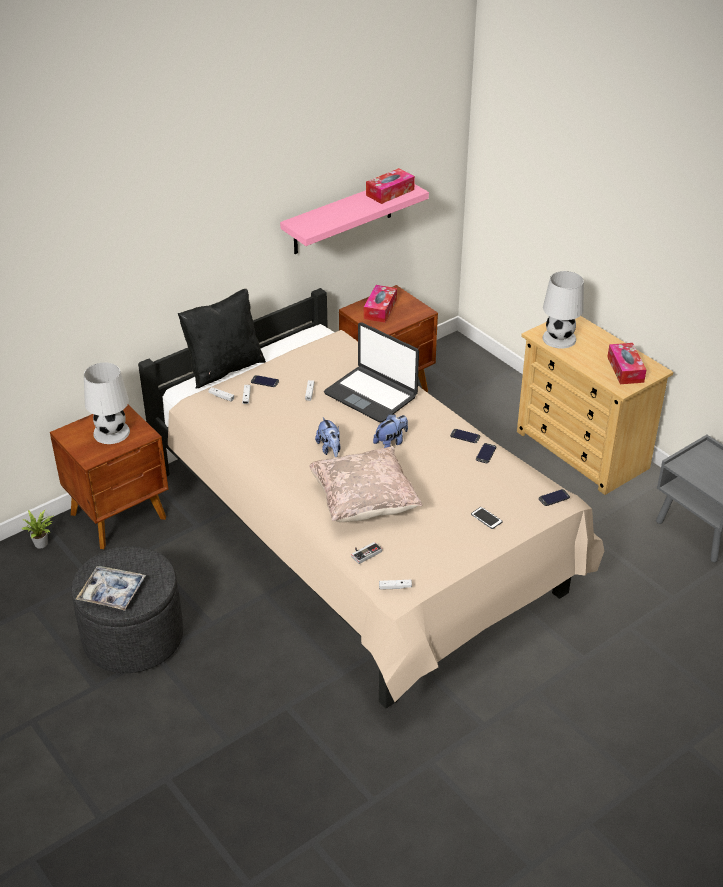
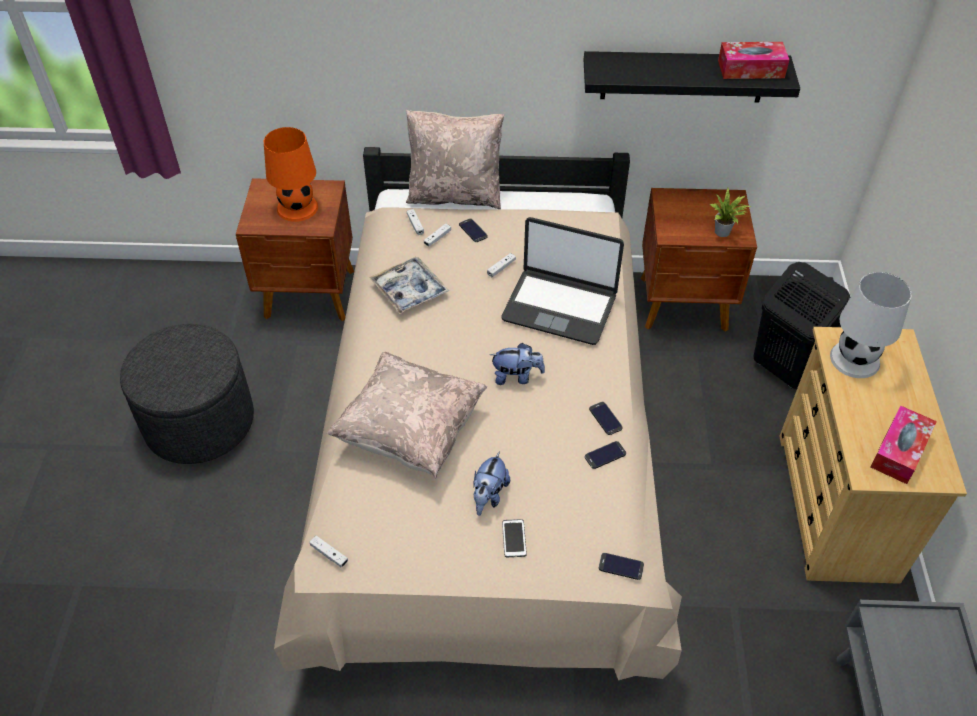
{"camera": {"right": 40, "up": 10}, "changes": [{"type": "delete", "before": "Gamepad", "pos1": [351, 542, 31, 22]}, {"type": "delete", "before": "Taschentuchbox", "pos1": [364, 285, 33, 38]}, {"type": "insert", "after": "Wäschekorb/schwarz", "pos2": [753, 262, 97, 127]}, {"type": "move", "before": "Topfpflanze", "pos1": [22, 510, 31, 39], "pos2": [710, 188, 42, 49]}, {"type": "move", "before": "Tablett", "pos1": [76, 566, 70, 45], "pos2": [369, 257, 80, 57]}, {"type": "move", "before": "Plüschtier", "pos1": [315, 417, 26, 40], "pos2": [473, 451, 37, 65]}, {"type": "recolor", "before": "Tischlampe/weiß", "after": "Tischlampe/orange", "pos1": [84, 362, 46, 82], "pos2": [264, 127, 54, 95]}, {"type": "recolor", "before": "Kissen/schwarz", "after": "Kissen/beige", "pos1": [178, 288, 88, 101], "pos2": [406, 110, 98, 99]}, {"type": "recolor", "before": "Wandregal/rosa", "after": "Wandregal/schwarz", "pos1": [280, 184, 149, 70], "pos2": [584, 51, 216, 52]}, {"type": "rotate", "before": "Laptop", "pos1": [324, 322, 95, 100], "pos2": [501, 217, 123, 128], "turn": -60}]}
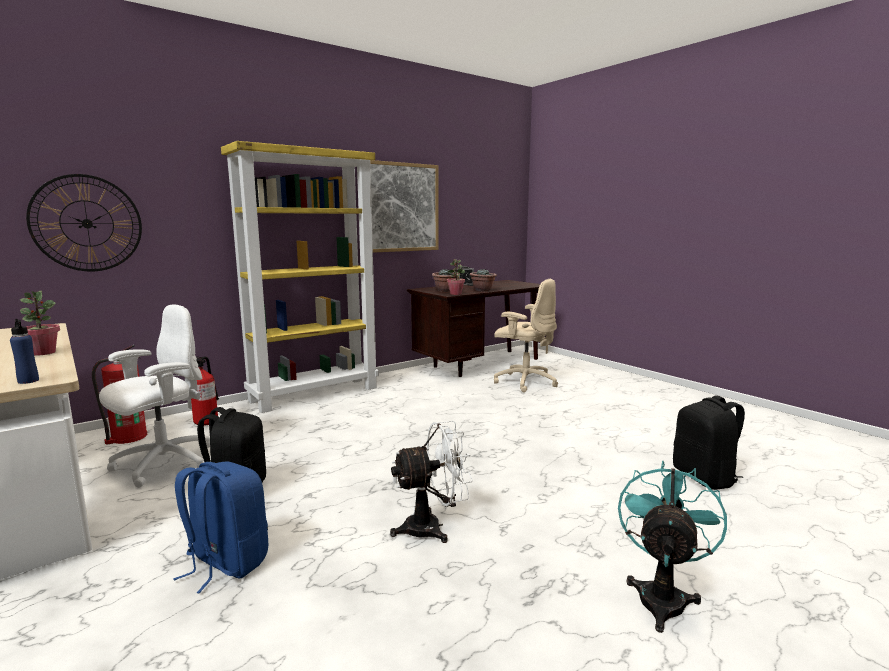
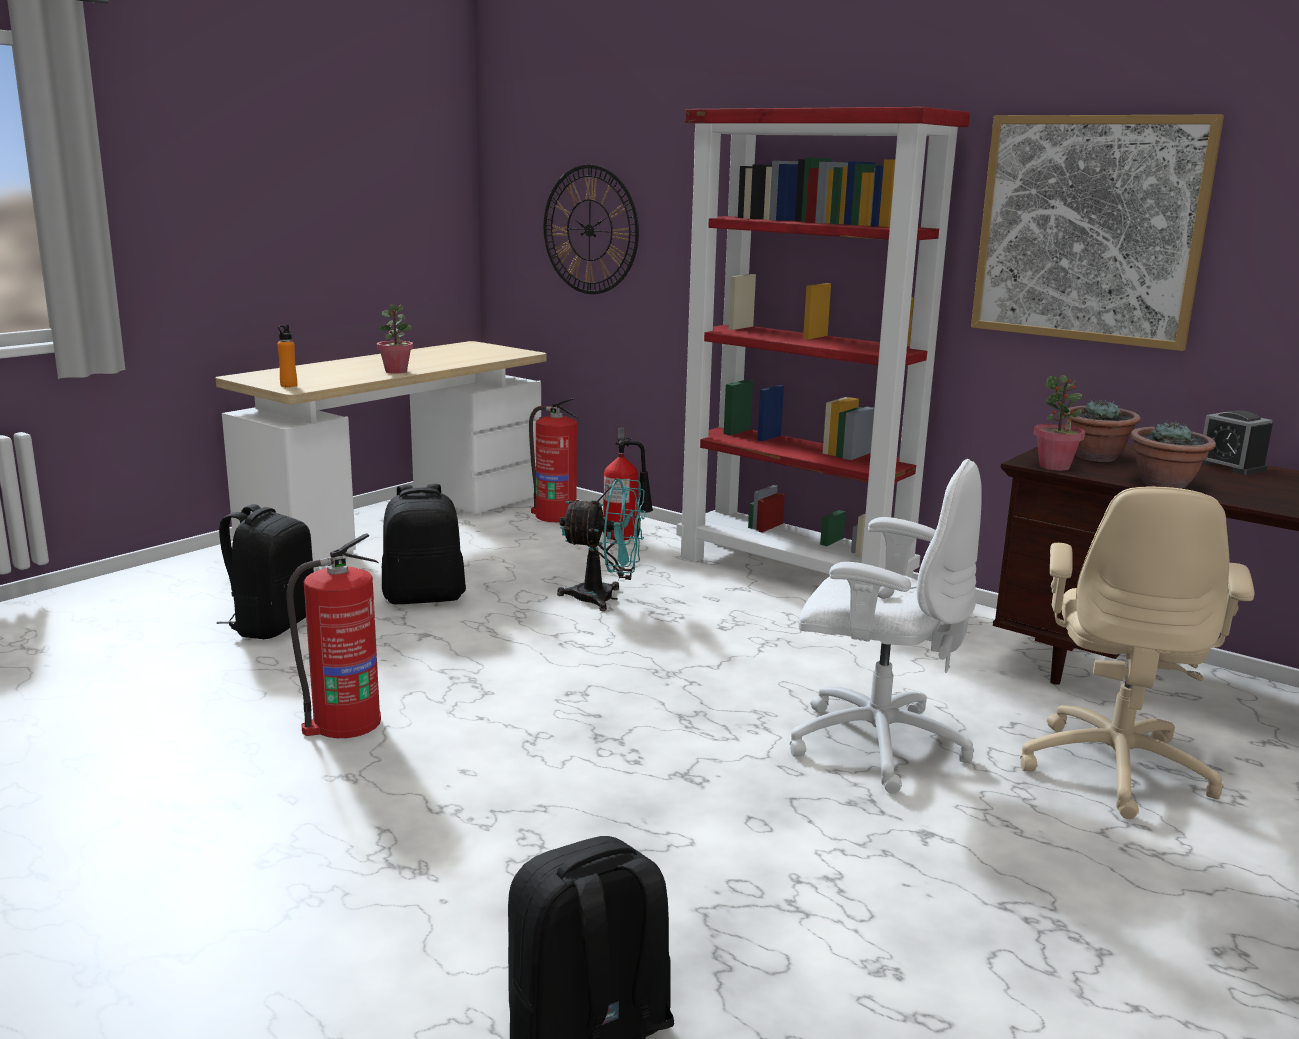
{"camera": {"right": 75, "up": 5}, "changes": [{"type": "move", "before": "Bürostuhl/weiß", "pos1": [99, 304, 111, 184], "pos2": [790, 459, 192, 335]}, {"type": "move", "before": "Ventilator/türkis", "pos1": [618, 461, 109, 172], "pos2": [557, 478, 89, 133]}, {"type": "replace", "before": "Ventilator/weiß", "after": "Feuerlöscher", "pos1": [390, 421, 83, 122], "pos2": [287, 533, 94, 205]}, {"type": "recolor", "before": "Flasche/blau", "after": "Flasche/orange", "pos1": [10, 319, 29, 65], "pos2": [277, 325, 20, 62]}, {"type": "recolor", "before": "Rucksack/blau", "after": "Rucksack/schwarz", "pos1": [173, 461, 95, 133], "pos2": [216, 504, 98, 135]}, {"type": "recolor", "before": "Bücherregal/gelb", "after": "Bücherregal/rot", "pos1": [221, 141, 158, 272], "pos2": [676, 107, 294, 471]}]}
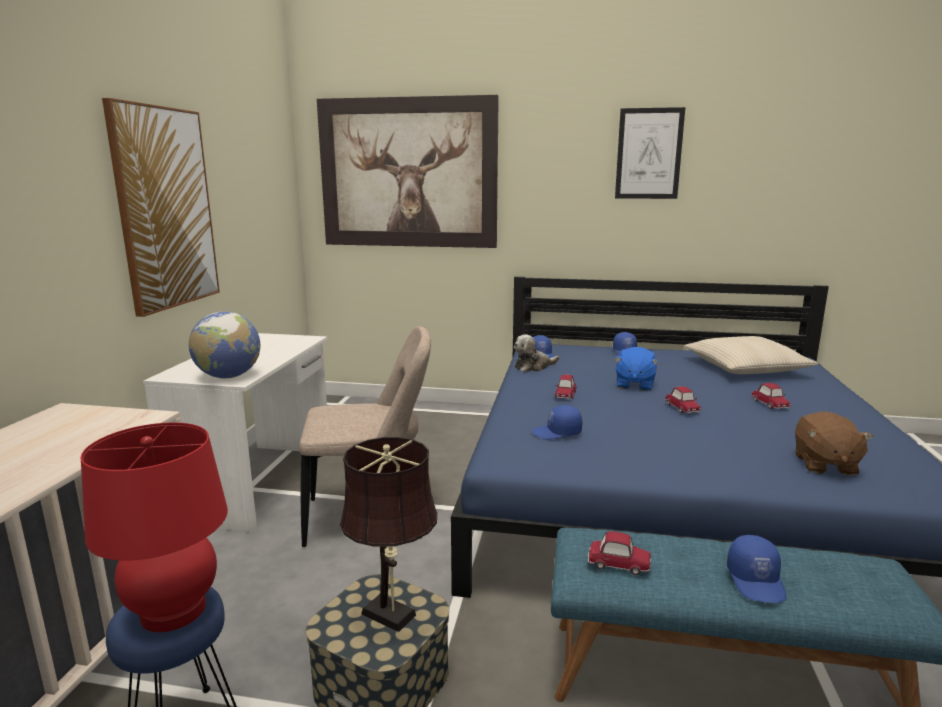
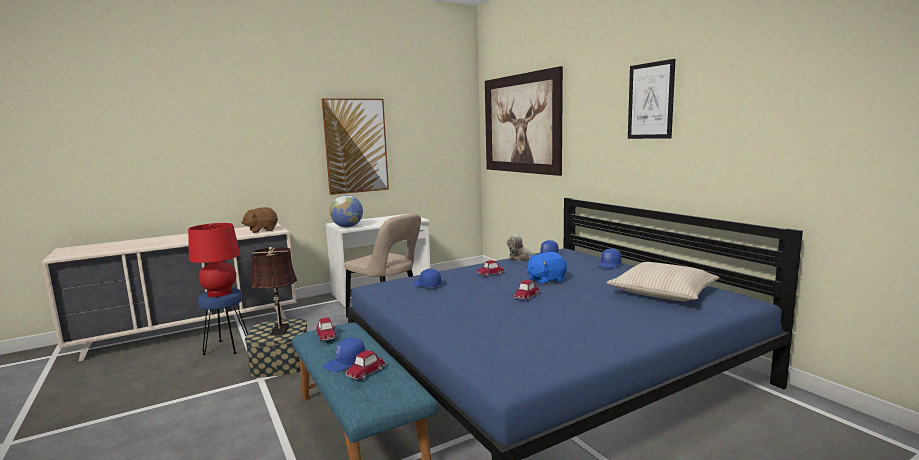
{"camera": {"right": 50, "up": -5}, "changes": [{"type": "move", "before": "Spielzeugauto", "pos1": [751, 383, 40, 26], "pos2": [346, 350, 39, 30]}, {"type": "move", "before": "Plüschtier/braun", "pos1": [795, 411, 78, 65], "pos2": [241, 207, 37, 26]}]}
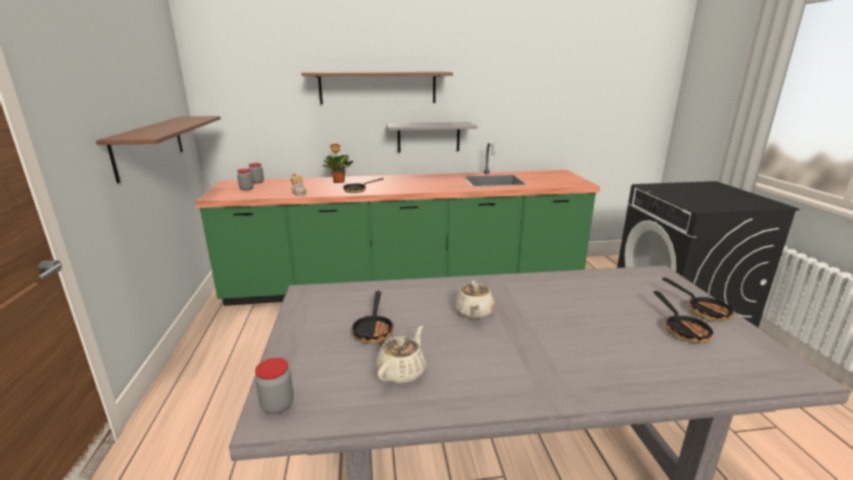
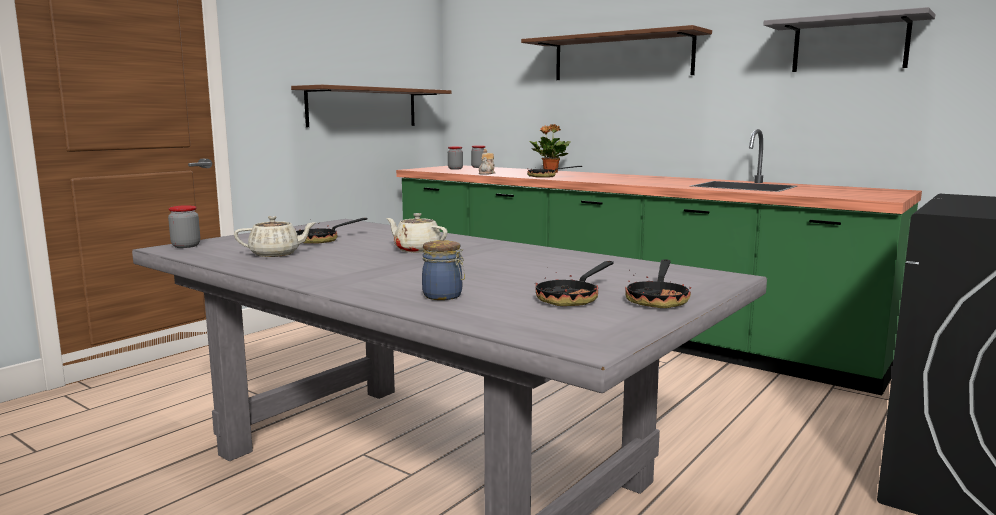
{"camera": {"right": 45, "up": -10}, "changes": [{"type": "insert", "after": "Vorratsglas", "pos2": [422, 240, 43, 60]}, {"type": "move", "before": "Wandregal/grau", "pos1": [387, 122, 90, 30], "pos2": [763, 7, 172, 65]}, {"type": "rotate", "before": "Teekanne/beige", "pos1": [454, 281, 41, 38], "pos2": [386, 213, 62, 40], "turn": 75}]}
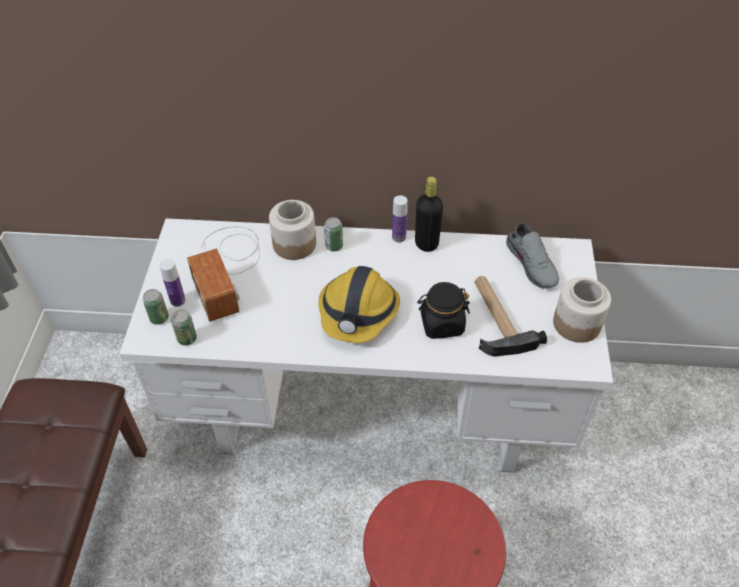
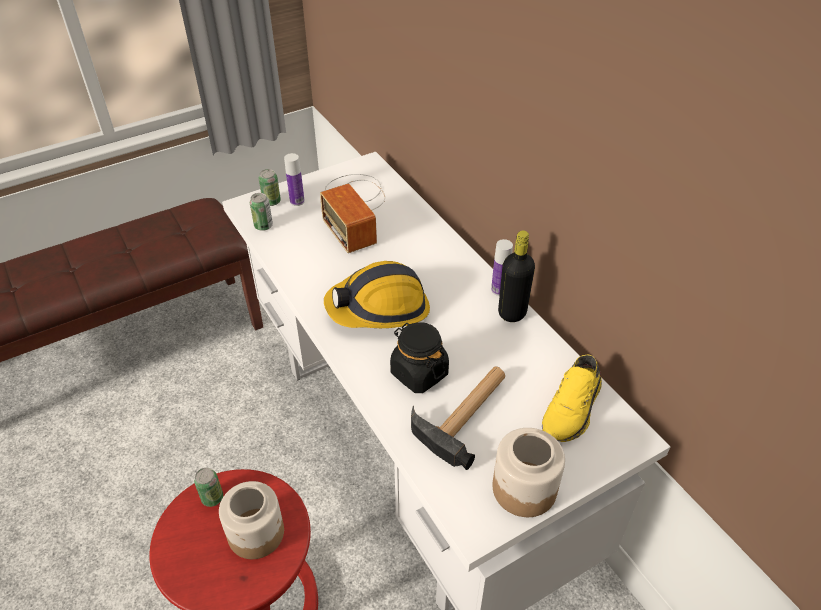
{"camera": {"right": 55, "up": -5}, "changes": [{"type": "move", "before": "Vorratsglas", "pos1": [269, 200, 47, 60], "pos2": [219, 481, 65, 78]}, {"type": "move", "before": "Dose", "pos1": [324, 217, 19, 34], "pos2": [194, 468, 29, 39]}, {"type": "recolor", "before": "Schuh/grau", "after": "Schuh/gelb", "pos1": [506, 223, 53, 66], "pos2": [542, 355, 60, 87]}, {"type": "rotate", "before": "Radio", "pos1": [187, 226, 73, 96], "pos2": [320, 174, 65, 79], "turn": -60}]}
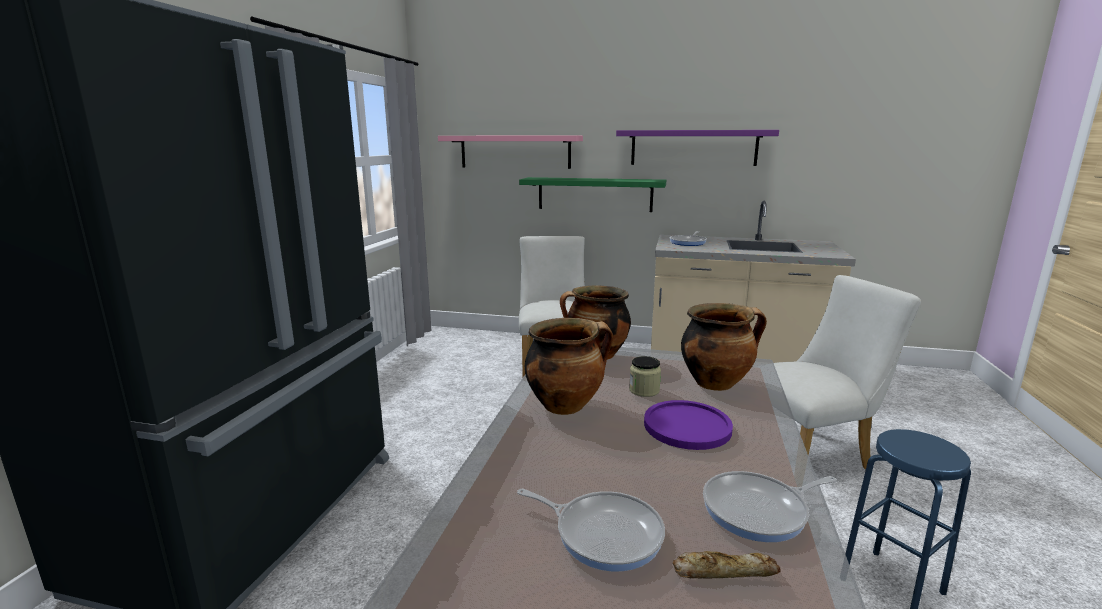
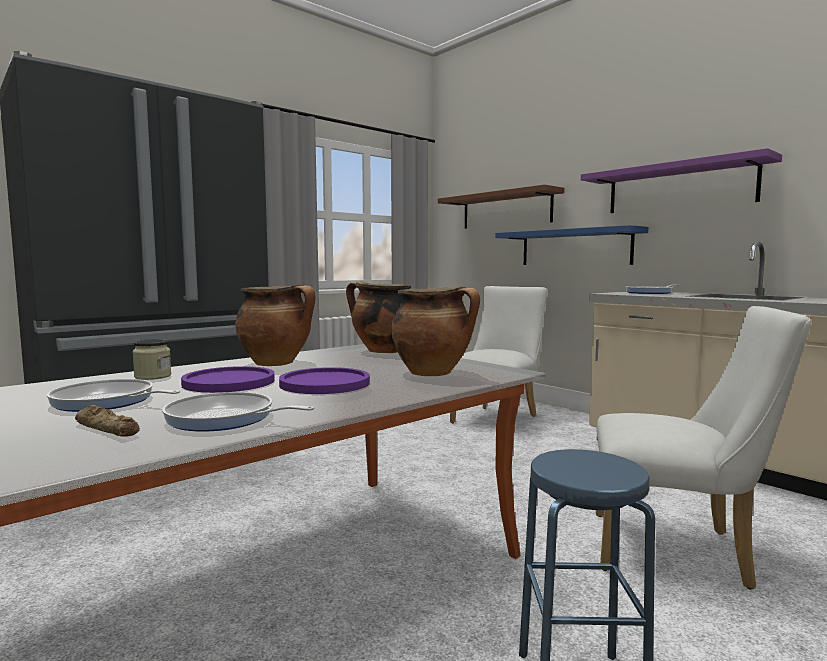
{"camera": {"right": 35, "up": -10}, "changes": [{"type": "insert", "after": "Teller/lila", "pos2": [181, 366, 94, 27]}, {"type": "move", "before": "Vorratsglas", "pos1": [629, 356, 32, 41], "pos2": [132, 339, 39, 41]}, {"type": "recolor", "before": "Wandregal/rosa", "after": "Wandregal/braun", "pos1": [438, 136, 145, 33], "pos2": [438, 184, 126, 44]}, {"type": "recolor", "before": "Wandregal/grün", "after": "Wandregal/blau", "pos1": [519, 177, 147, 35], "pos2": [495, 225, 153, 40]}, {"type": "rotate", "before": "Pfanne", "pos1": [517, 489, 148, 83], "pos2": [47, 379, 133, 33], "turn": 135}]}
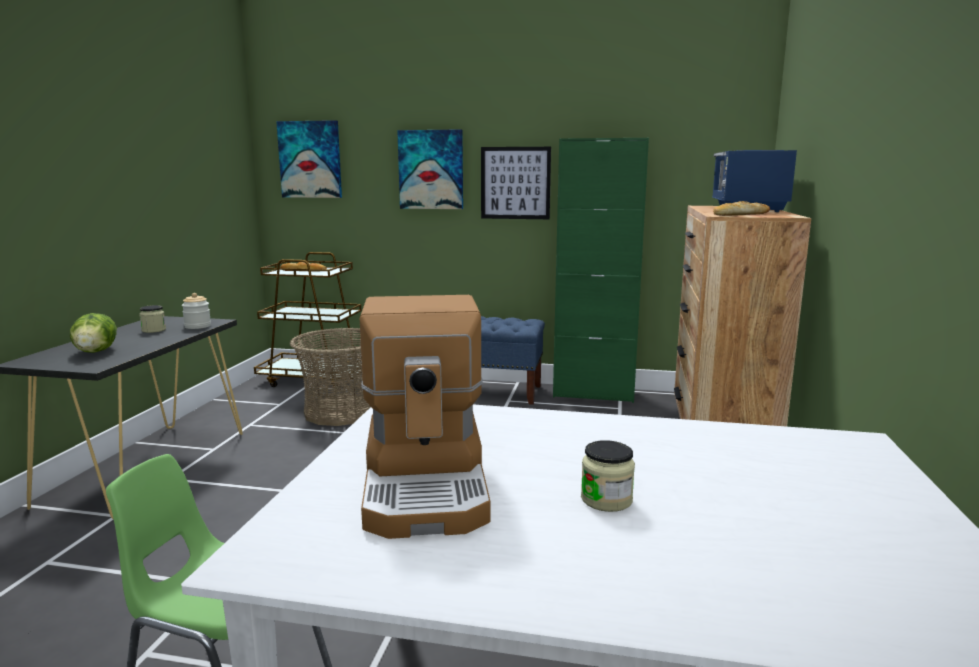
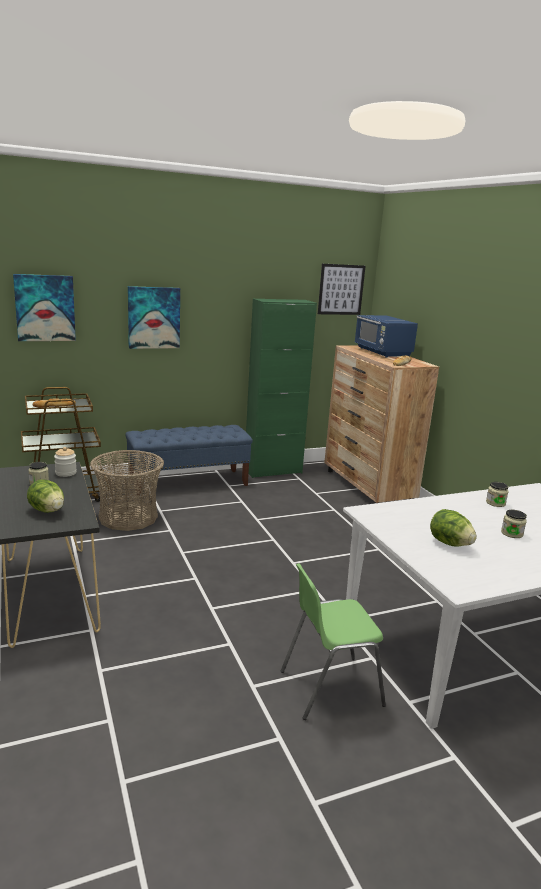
{"camera": {"right": -35, "up": 5}, "changes": [{"type": "insert", "after": "Vorratsglas", "pos2": [486, 482, 23, 25]}, {"type": "move", "before": "Bild", "pos1": [481, 147, 70, 72], "pos2": [318, 264, 47, 51]}, {"type": "replace", "before": "Kaffeemaschine", "after": "Salatkopf", "pos1": [360, 295, 130, 244], "pos2": [430, 509, 47, 37]}]}
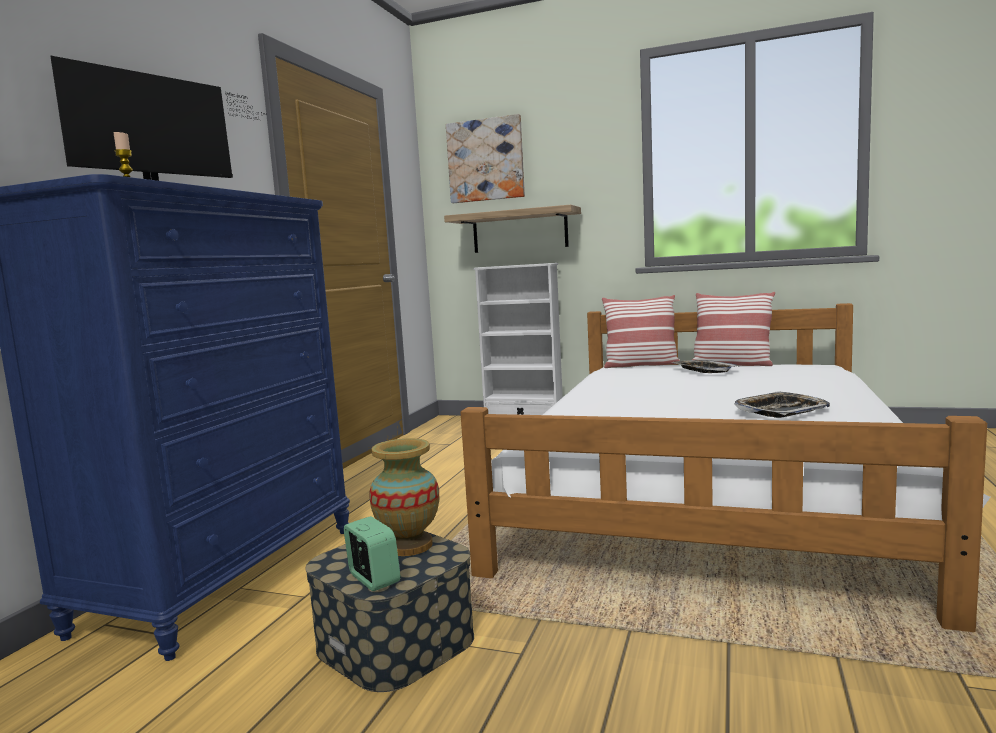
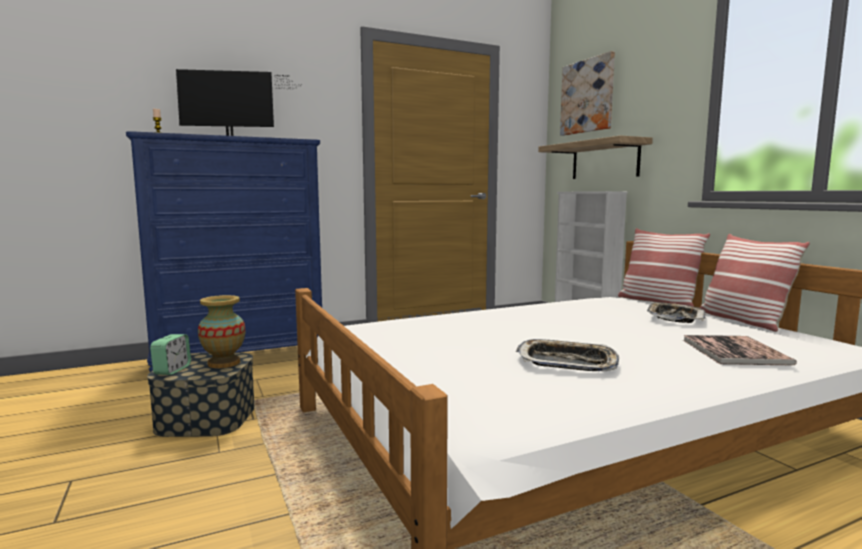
{"camera": {"right": 45, "up": 0}, "changes": [{"type": "insert", "after": "Buch", "pos2": [683, 335, 114, 30]}]}
